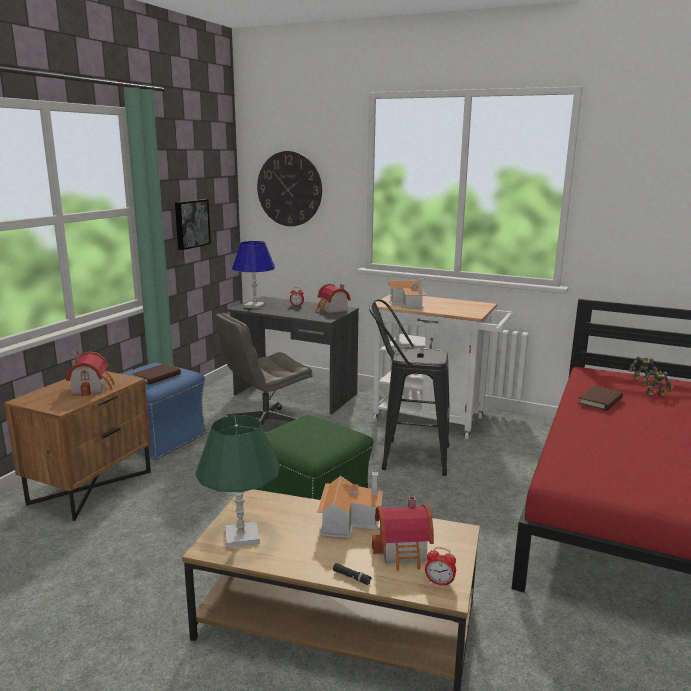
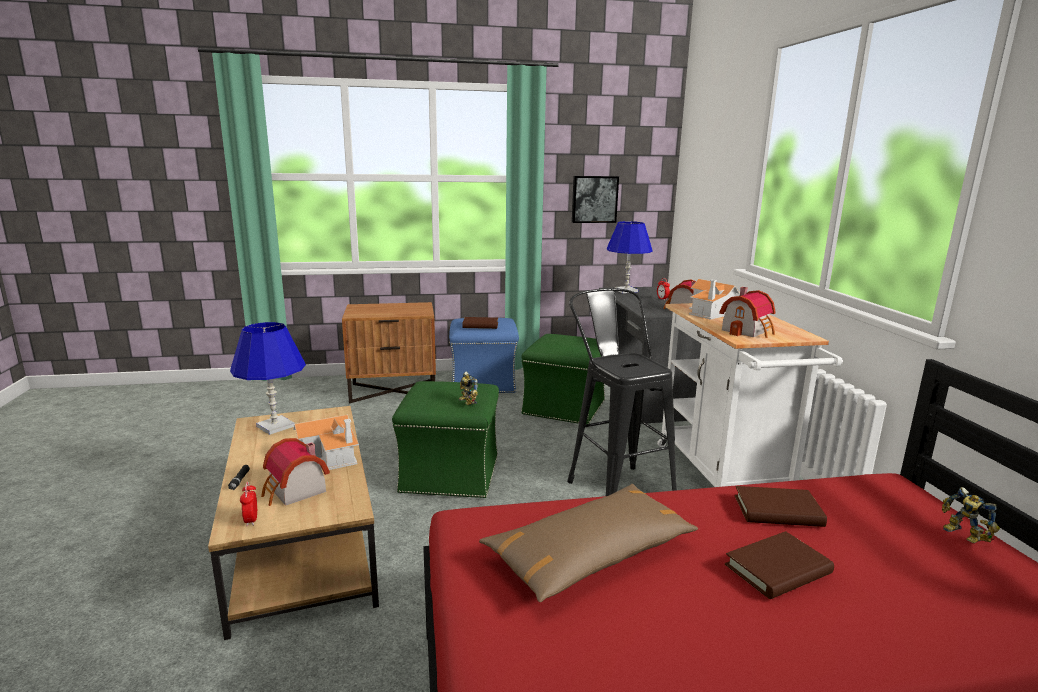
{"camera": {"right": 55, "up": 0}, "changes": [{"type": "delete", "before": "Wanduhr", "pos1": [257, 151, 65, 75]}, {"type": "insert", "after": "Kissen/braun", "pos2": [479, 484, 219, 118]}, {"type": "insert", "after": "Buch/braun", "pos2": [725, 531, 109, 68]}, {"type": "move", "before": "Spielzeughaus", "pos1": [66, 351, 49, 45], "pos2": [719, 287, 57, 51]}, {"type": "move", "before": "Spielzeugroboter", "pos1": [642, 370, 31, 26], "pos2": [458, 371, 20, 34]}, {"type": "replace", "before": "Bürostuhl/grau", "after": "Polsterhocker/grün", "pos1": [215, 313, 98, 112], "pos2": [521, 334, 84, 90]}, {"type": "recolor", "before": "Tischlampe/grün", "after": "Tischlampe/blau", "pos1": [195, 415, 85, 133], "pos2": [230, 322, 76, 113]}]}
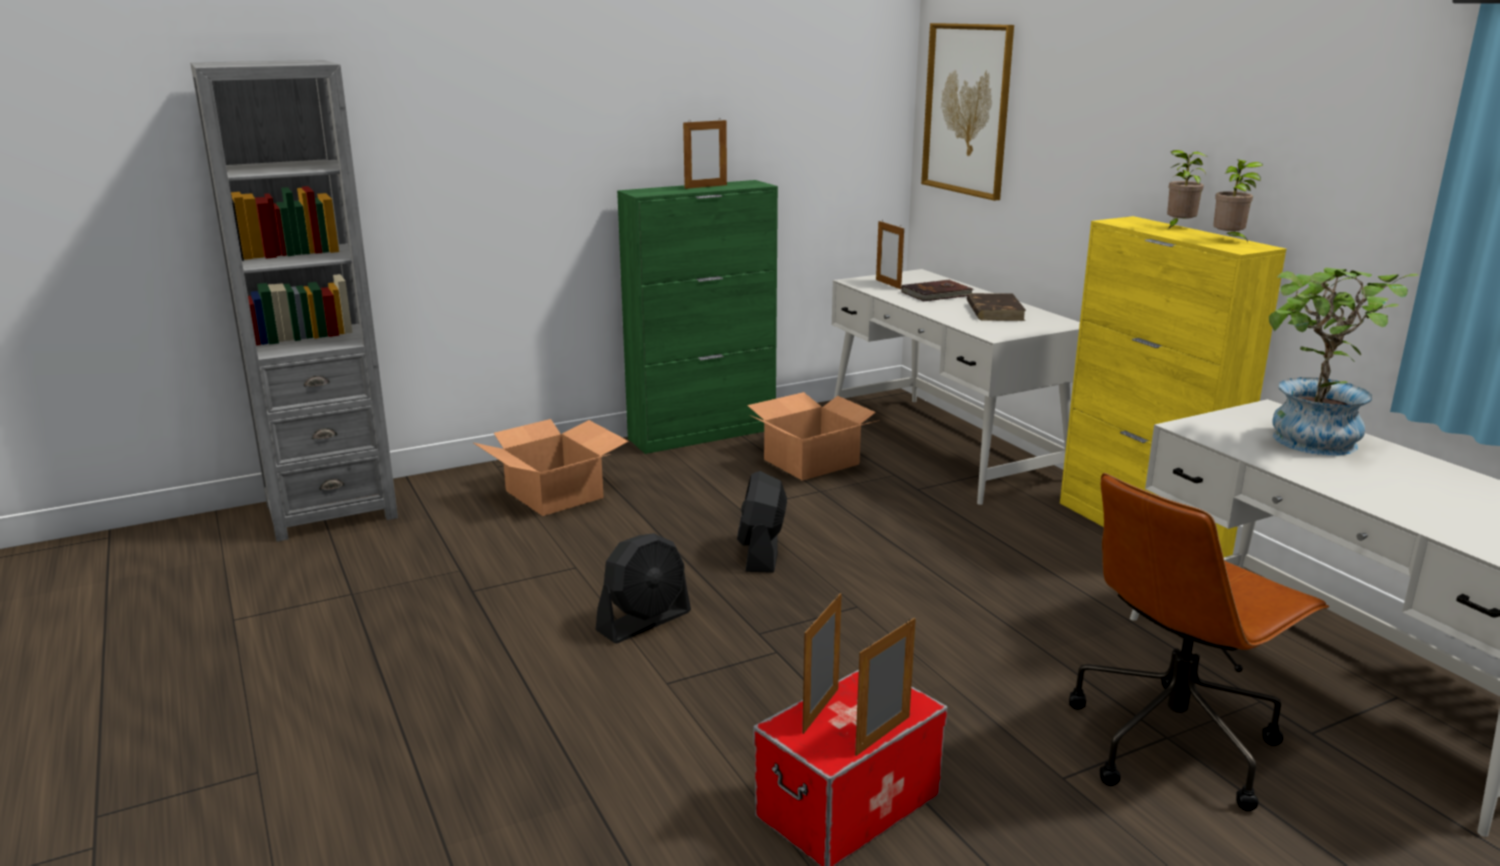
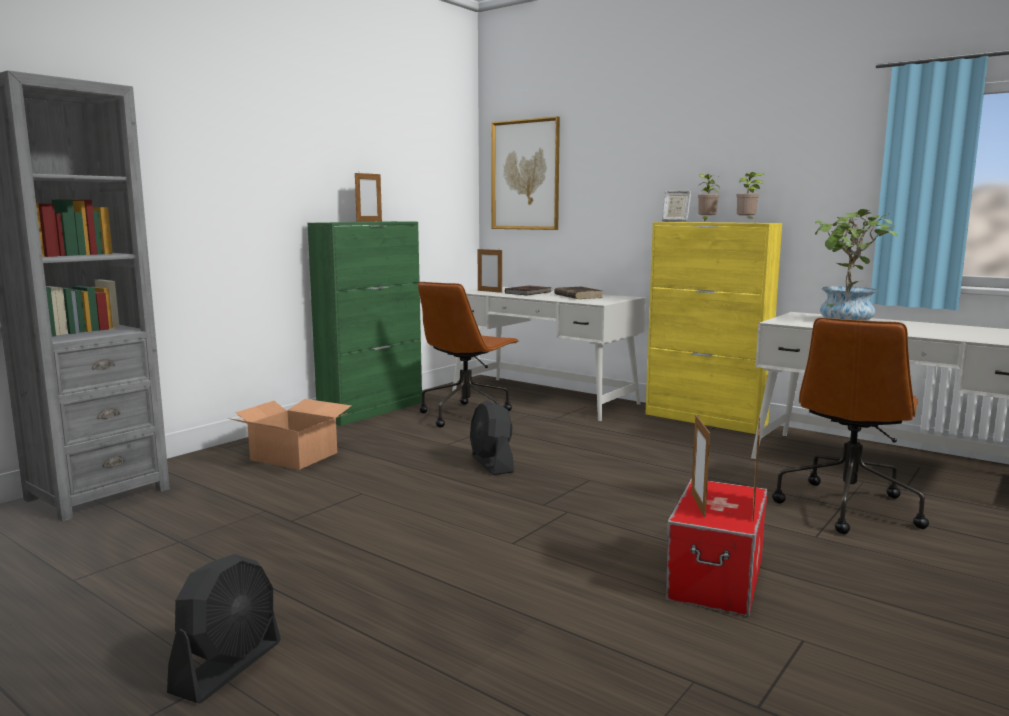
{"camera": {"right": -25, "up": -10}, "changes": [{"type": "insert", "after": "Bilderrahmen", "pos2": [662, 191, 29, 31]}, {"type": "move", "before": "Ventilator/schwarz", "pos1": [596, 533, 95, 111], "pos2": [167, 554, 114, 150]}, {"type": "replace", "before": "Karton", "after": "Bürostuhl/braun", "pos1": [747, 392, 133, 89], "pos2": [418, 282, 101, 145]}]}
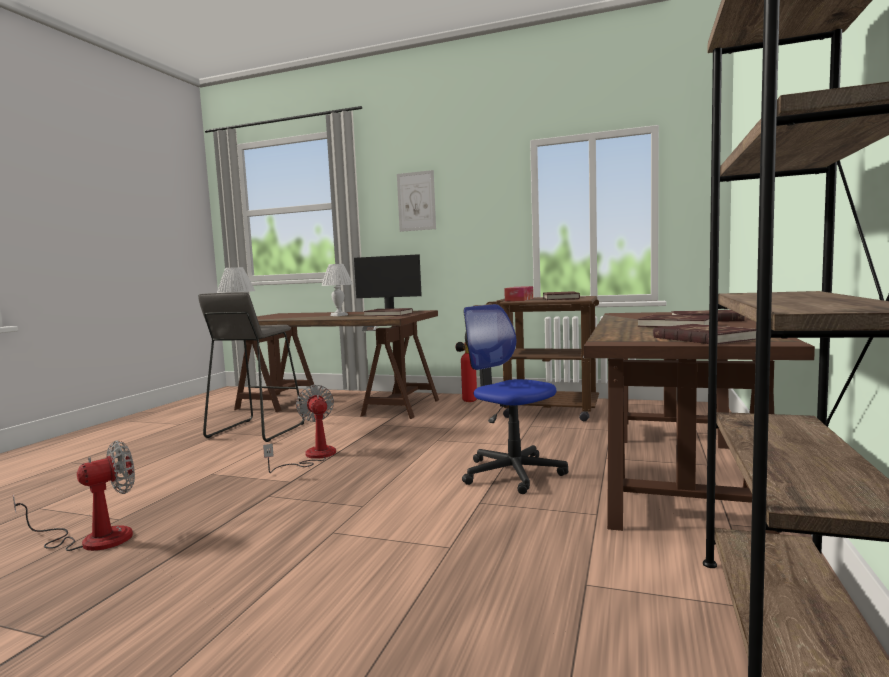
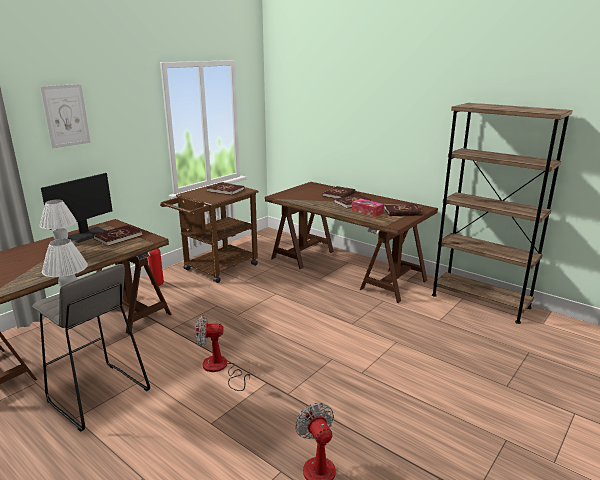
{"camera": {"right": -70, "up": 15}, "changes": [{"type": "delete", "before": "Bürostuhl", "pos1": [462, 304, 106, 190]}, {"type": "move", "before": "Taschentuchbox", "pos1": [504, 286, 29, 15], "pos2": [352, 199, 32, 18]}]}
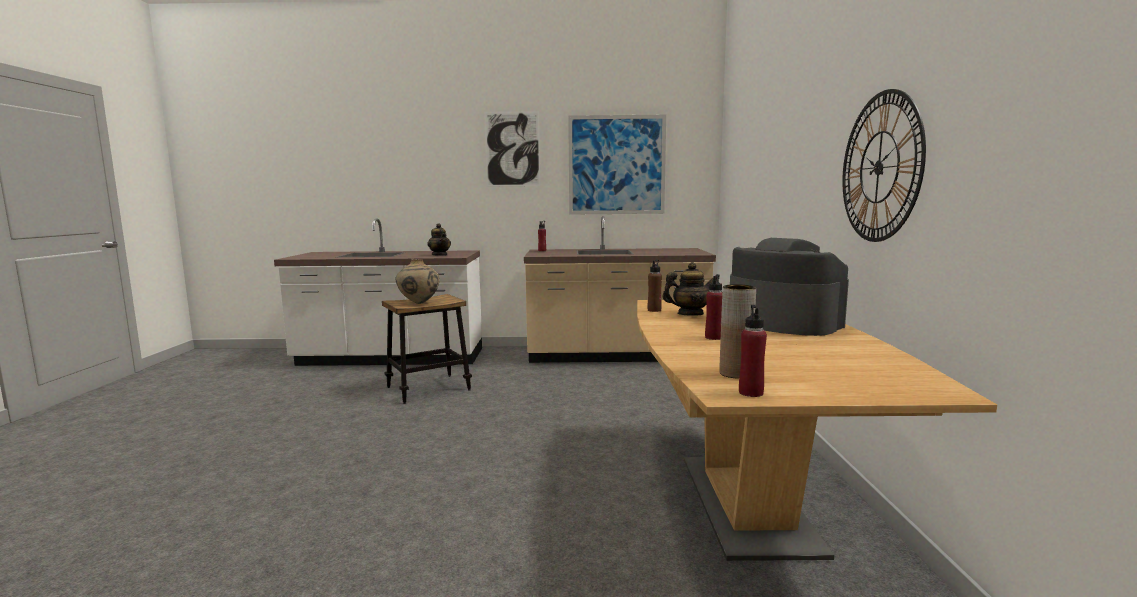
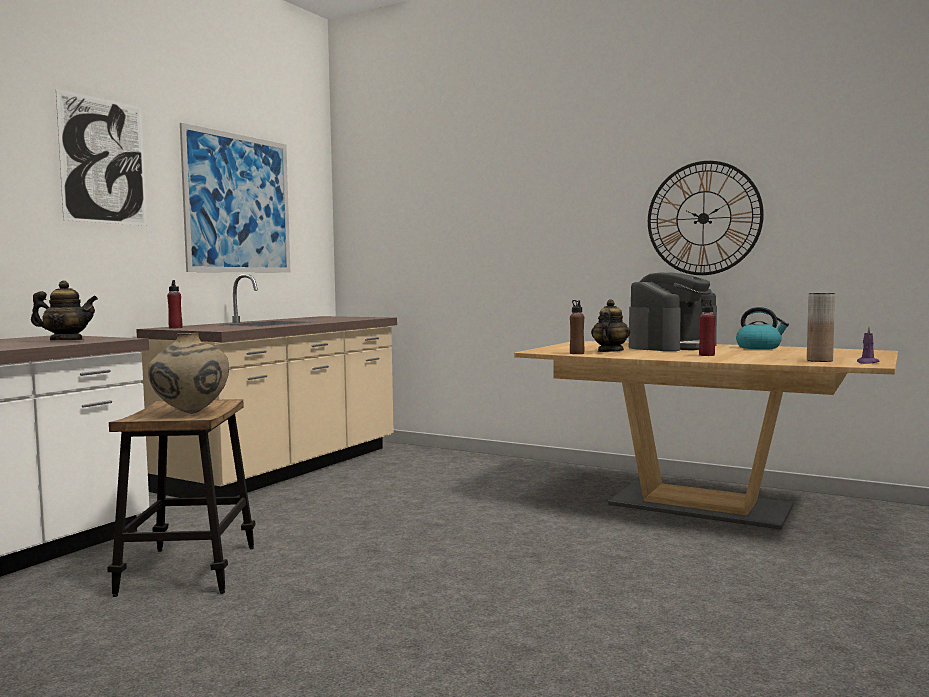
{"camera": {"right": -60, "up": -5}, "changes": [{"type": "insert", "after": "Wasserkessel", "pos2": [736, 307, 53, 42]}, {"type": "replace", "before": "Flasche/rot", "after": "Kerze/lila", "pos1": [739, 305, 28, 92], "pos2": [857, 326, 22, 38]}, {"type": "rotate", "before": "Kaffeemaschine", "pos1": [730, 238, 119, 98], "pos2": [629, 273, 88, 78], "turn": 150}]}
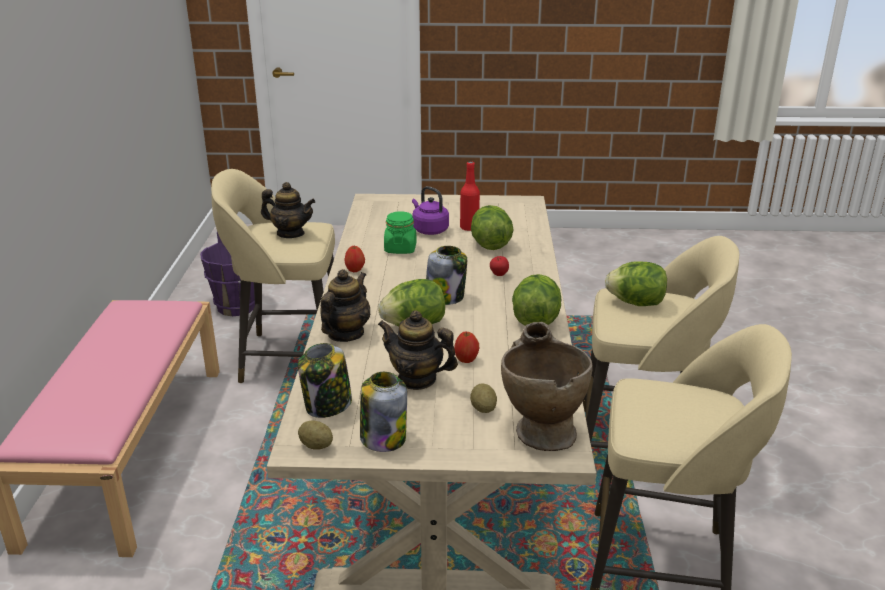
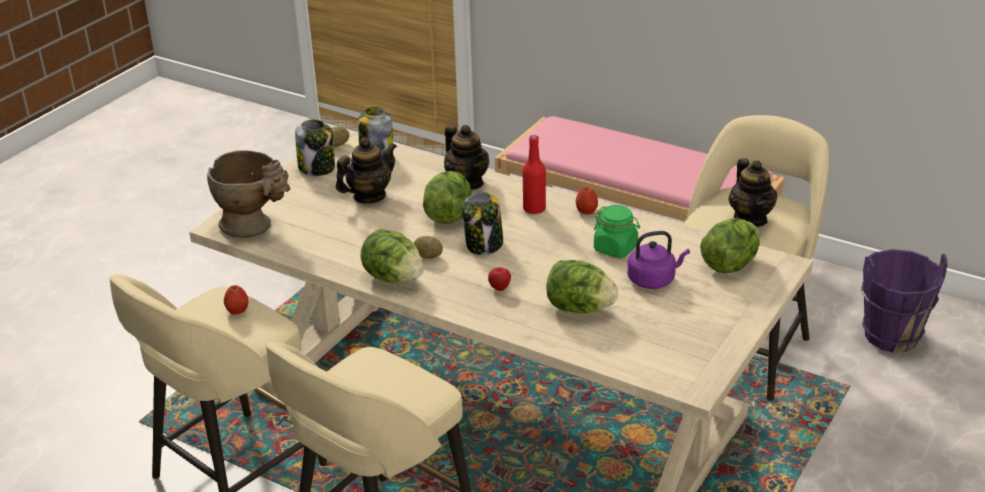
{"camera": {"right": 120, "up": 5}, "changes": [{"type": "move", "before": "Apfel", "pos1": [454, 332, 25, 31], "pos2": [224, 285, 25, 29]}, {"type": "move", "before": "Flasche/rot", "pos1": [460, 161, 20, 70], "pos2": [523, 135, 23, 79]}, {"type": "move", "before": "Kartoffel", "pos1": [470, 383, 27, 30], "pos2": [413, 236, 30, 23]}, {"type": "move", "before": "Salatkopf", "pos1": [605, 261, 62, 45], "pos2": [700, 218, 60, 56]}, {"type": "rotate", "before": "Teekanne", "pos1": [261, 182, 54, 56], "pos2": [728, 158, 50, 69], "turn": -60}]}
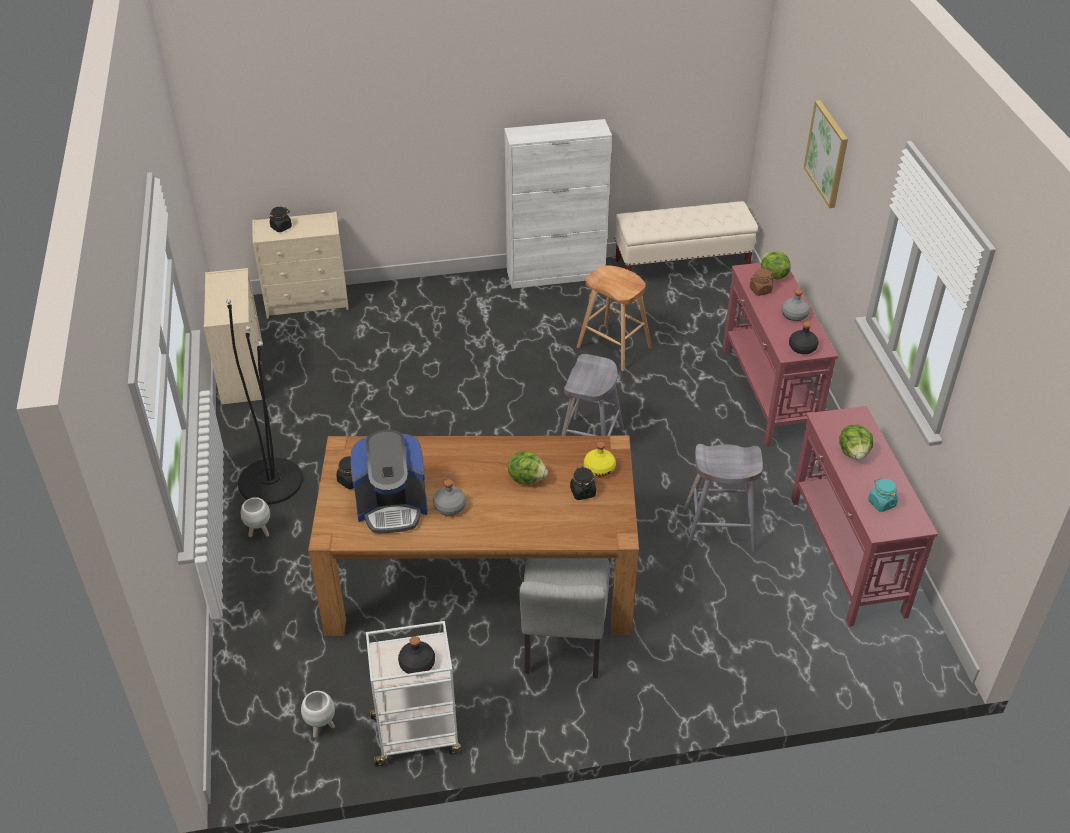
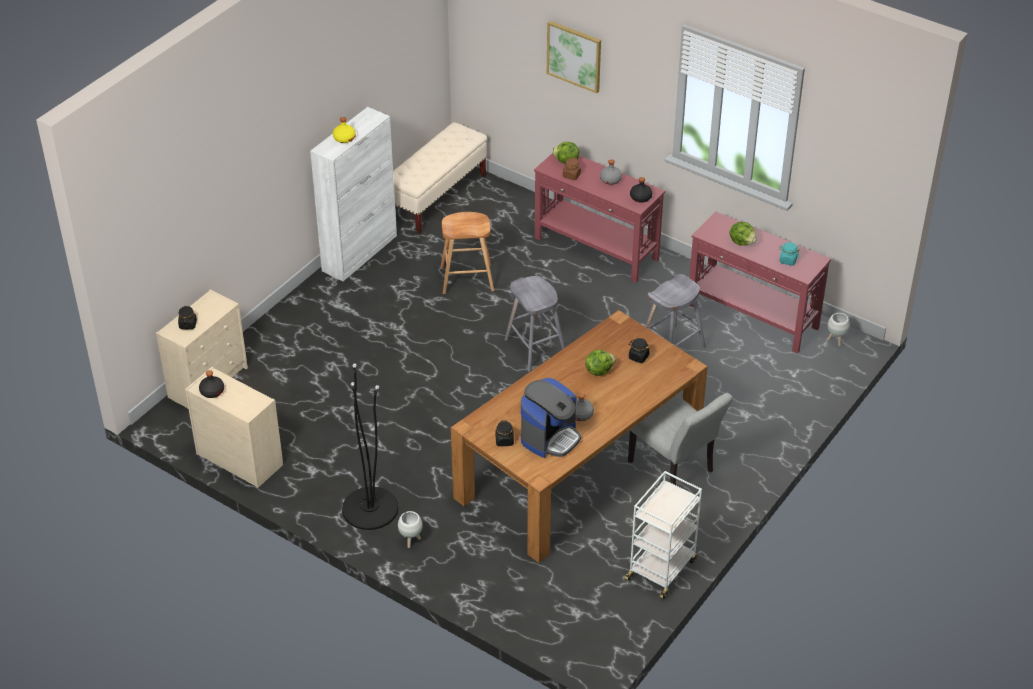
{"camera": {"right": -45, "up": 0}, "changes": [{"type": "move", "before": "Pflanzkübel/weiß", "pos1": [301, 691, 34, 47], "pos2": [827, 313, 23, 33]}, {"type": "move", "before": "Flasche/schwarz", "pos1": [398, 636, 37, 38], "pos2": [199, 370, 25, 28]}, {"type": "move", "before": "Flasche/gelb", "pos1": [584, 442, 32, 35], "pos2": [333, 117, 23, 26]}]}
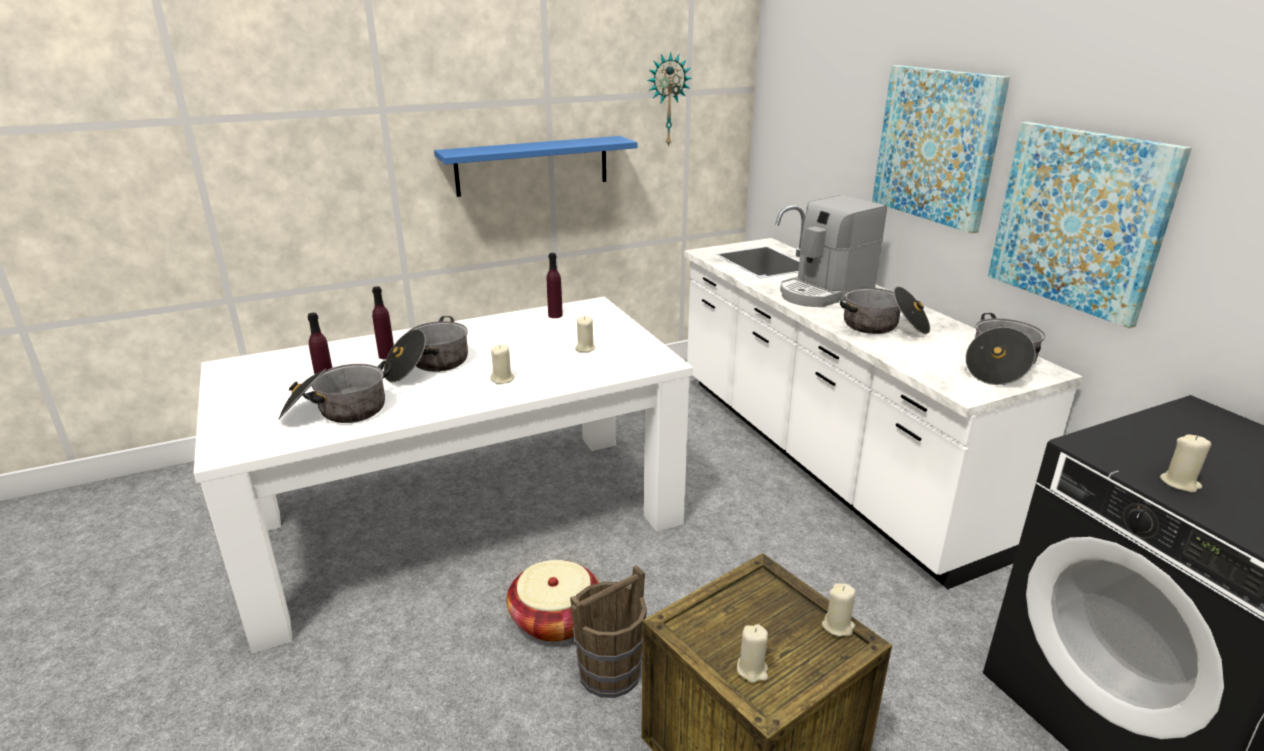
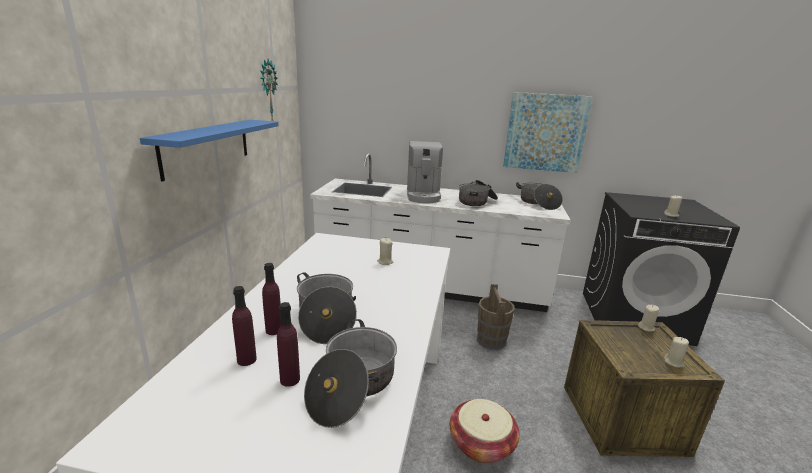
{"camera": {"right": -55, "up": -5}, "changes": [{"type": "delete", "before": "Kerze/beige", "pos1": [491, 344, 24, 40]}, {"type": "delete", "before": "Bild", "pos1": [872, 65, 138, 169]}, {"type": "move", "before": "Flasche/lila", "pos1": [547, 253, 16, 65], "pos2": [232, 286, 25, 80]}, {"type": "move", "before": "Eimer/braun", "pos1": [570, 565, 77, 133], "pos2": [477, 284, 38, 66]}]}
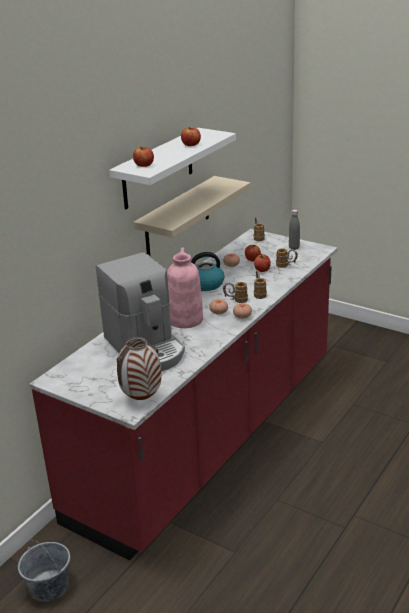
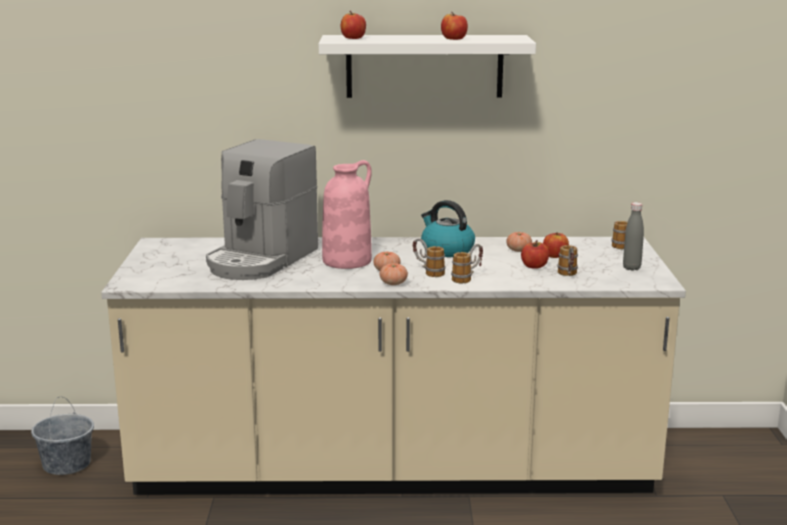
{"camera": {"right": 55, "up": -10}, "changes": [{"type": "delete", "before": "Vase", "pos1": [117, 337, 44, 63]}, {"type": "delete", "before": "Wandregal/beige", "pos1": [134, 176, 116, 80]}, {"type": "recolor", "before": "Küchenzeile/rot", "after": "Küchenzeile/beige", "pos1": [30, 229, 307, 331], "pos2": [101, 237, 585, 258]}]}
